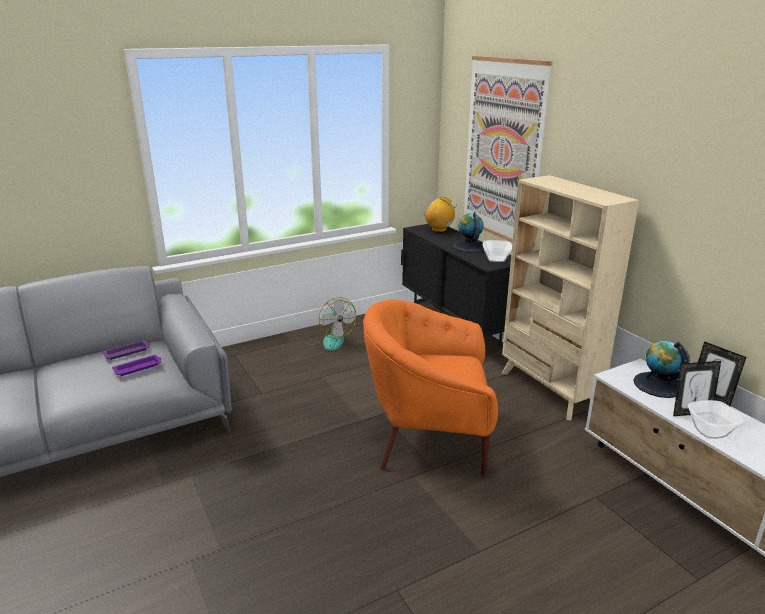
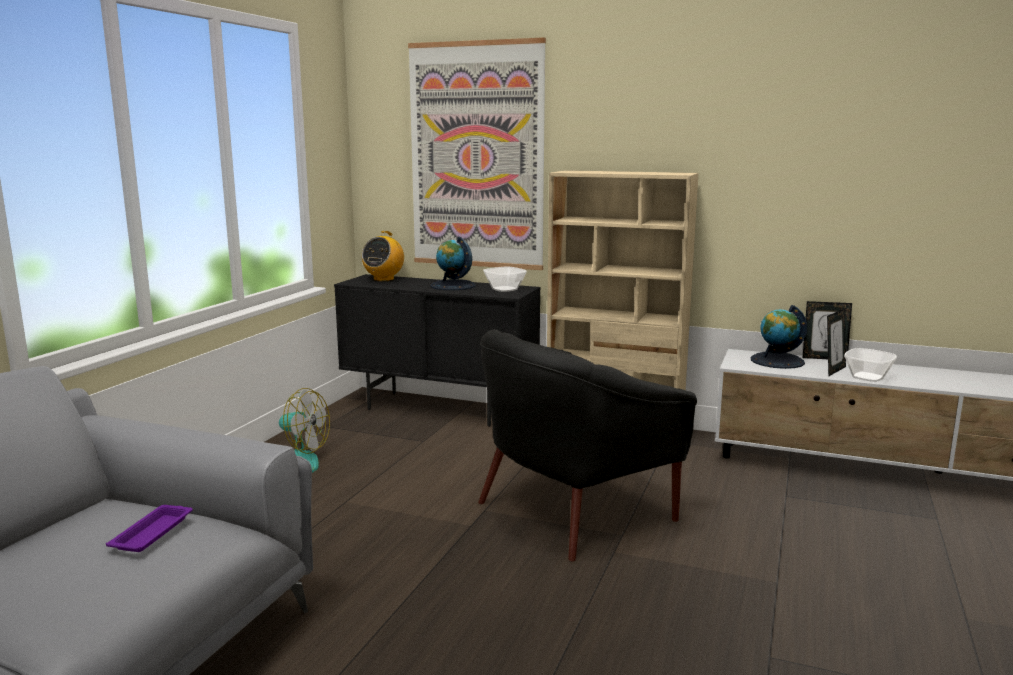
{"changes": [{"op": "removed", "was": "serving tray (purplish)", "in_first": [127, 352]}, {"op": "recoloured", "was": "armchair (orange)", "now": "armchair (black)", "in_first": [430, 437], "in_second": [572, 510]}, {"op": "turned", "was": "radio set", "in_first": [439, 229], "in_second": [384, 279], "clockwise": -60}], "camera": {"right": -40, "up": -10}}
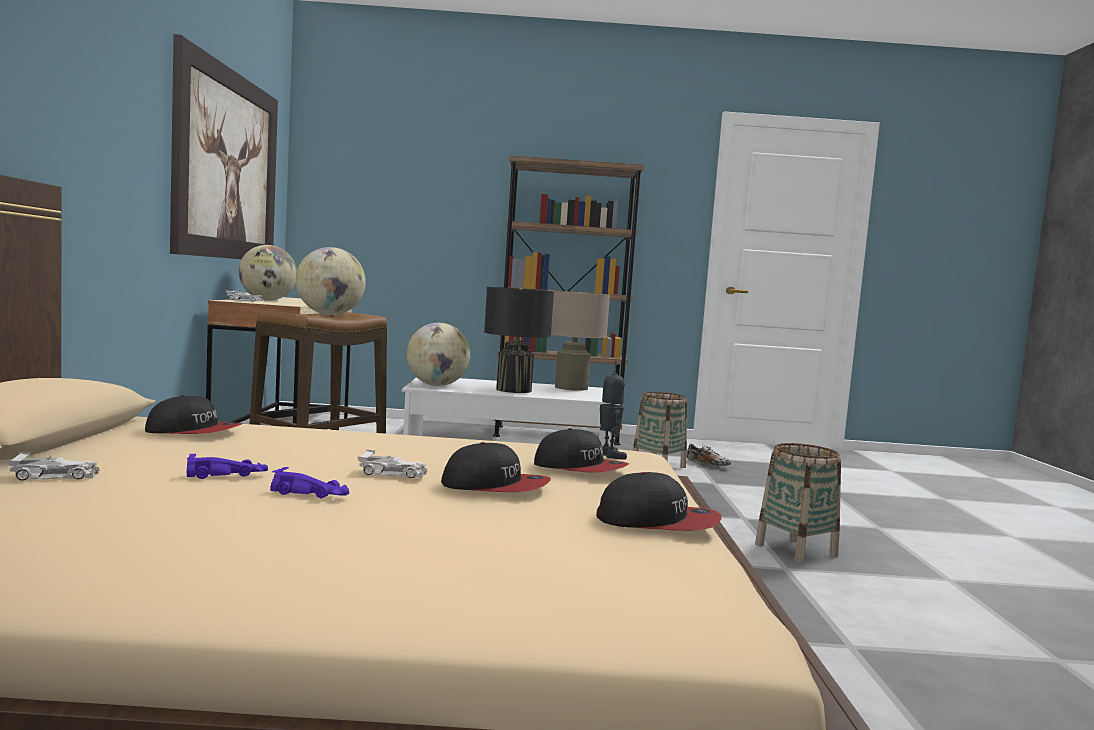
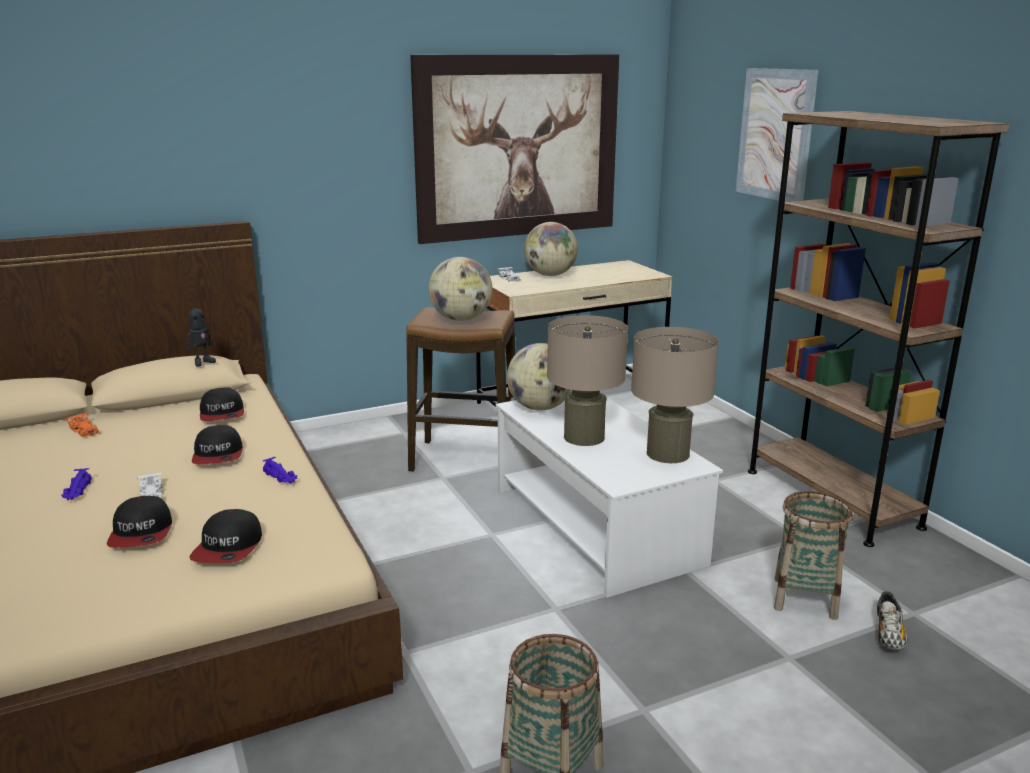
{"changes": [{"op": "recoloured", "was": "miniature car (white)", "now": "miniature car (orange)", "in_first": [56, 476], "in_second": [84, 430]}, {"op": "moved", "was": "miniature car (purplish)", "in_first": [228, 475], "in_second": [281, 477]}, {"op": "recoloured", "was": "table lamp (black)", "now": "table lamp (beige)", "in_first": [513, 390], "in_second": [584, 437]}, {"op": "moved", "was": "cap", "in_first": [658, 522], "in_second": [218, 455]}, {"op": "moved", "was": "robot figure", "in_first": [609, 456], "in_second": [202, 362]}, {"op": "added", "now": "wall picture", "in_second": [775, 134]}], "camera": {"right": 65, "up": 15}}
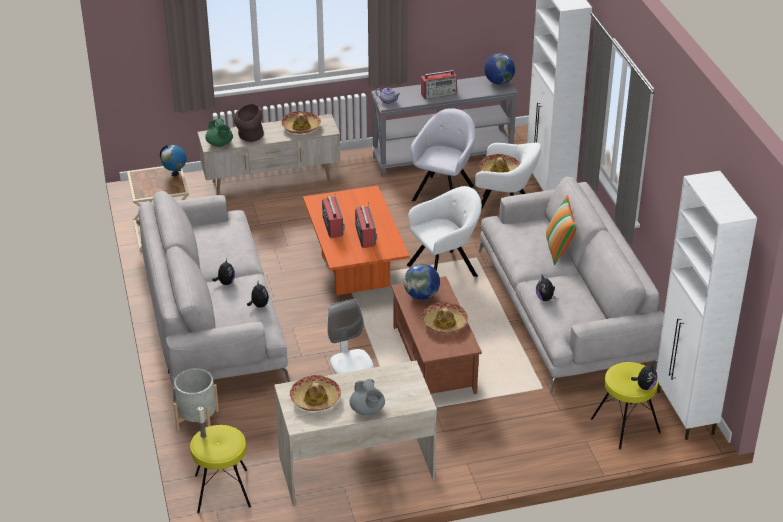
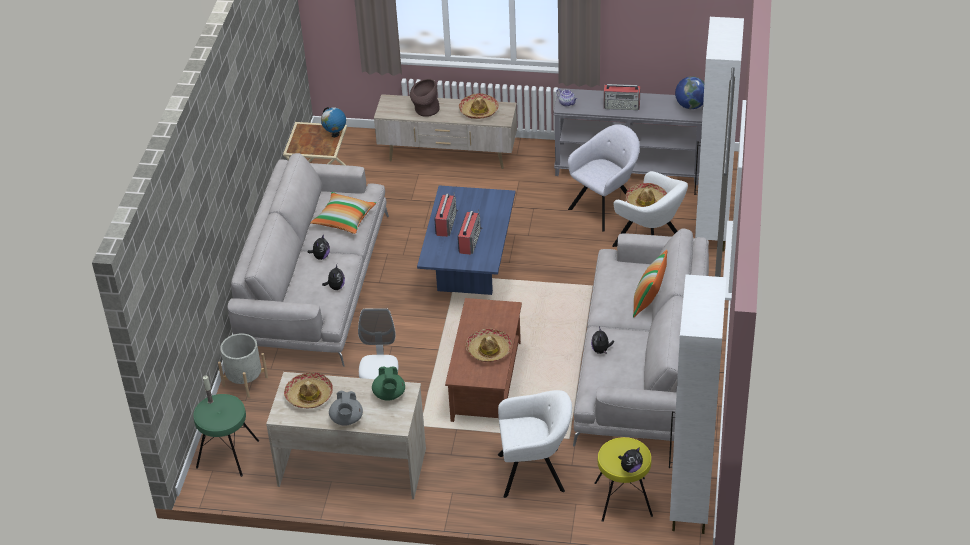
{"changes": [{"op": "recoloured", "was": "stool (yellow)", "now": "stool (green)", "in_first": [222, 490], "in_second": [227, 454]}, {"op": "moved", "was": "tea pot (green)", "in_first": [220, 144], "in_second": [389, 395]}, {"op": "recoloured", "was": "low table (orange)", "now": "low table (blue)", "in_first": [355, 271], "in_second": [469, 270]}, {"op": "removed", "was": "world globe", "in_first": [421, 295]}, {"op": "moved", "was": "armchair (white)", "in_first": [445, 269], "in_second": [534, 472]}, {"op": "added", "now": "pillow", "in_second": [344, 219]}], "camera": {"right": 25, "up": 5}}
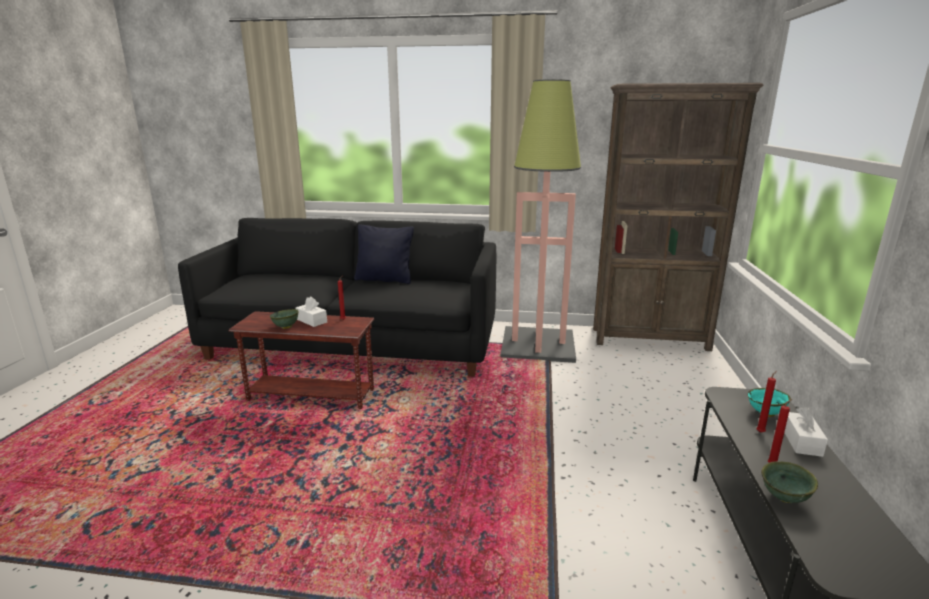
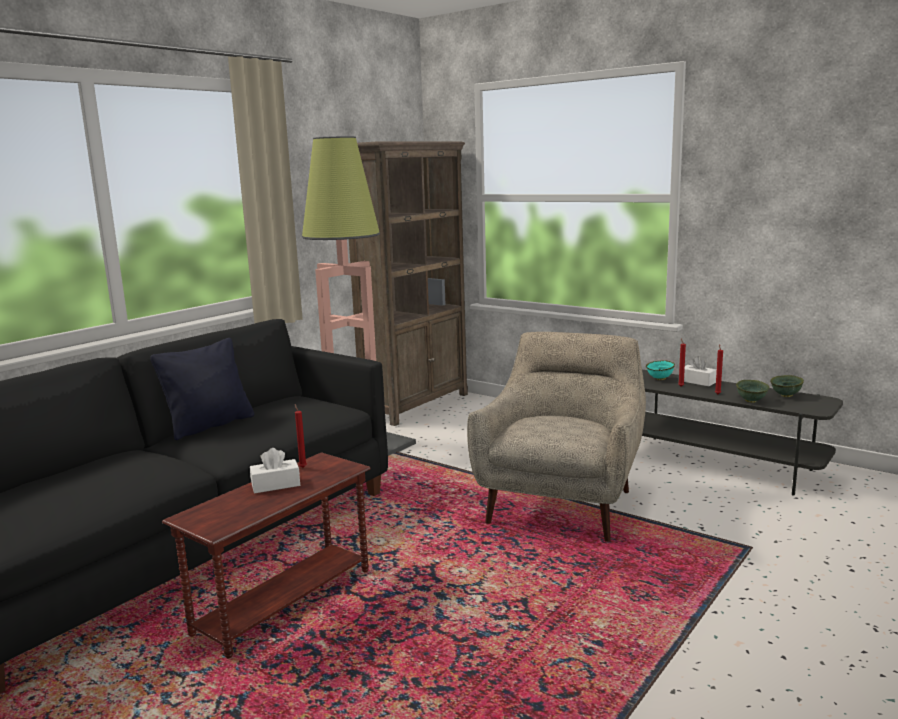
{"changes": [{"op": "moved", "was": "bowl (green)", "in_first": [285, 327], "in_second": [786, 396]}, {"op": "added", "now": "armchair (beige)", "in_second": [562, 503]}], "camera": {"right": -60, "up": -5}}
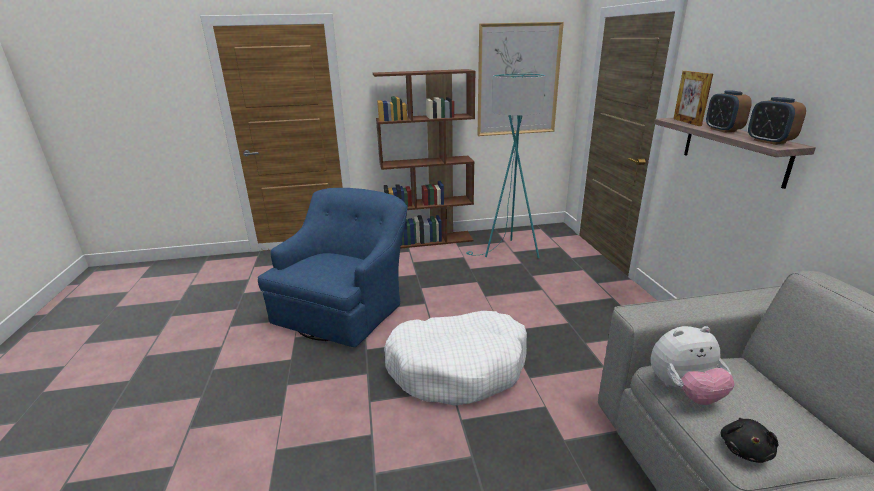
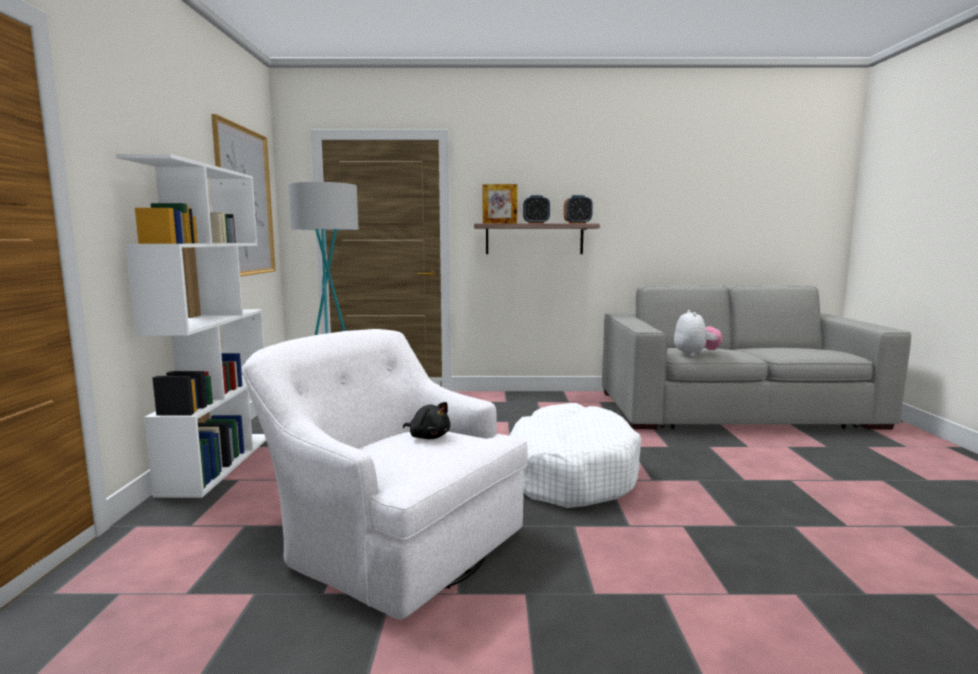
{"changes": [{"op": "recoloured", "was": "armchair (blue)", "now": "armchair (white)", "in_first": [345, 309], "in_second": [392, 541]}, {"op": "recoloured", "was": "shelving unit (brown-coloured)", "now": "shelving unit (white)", "in_first": [429, 240], "in_second": [219, 462]}, {"op": "moved", "was": "cuddly toy (black)", "in_first": [744, 449], "in_second": [428, 437]}], "camera": {"right": -80, "up": -15}}
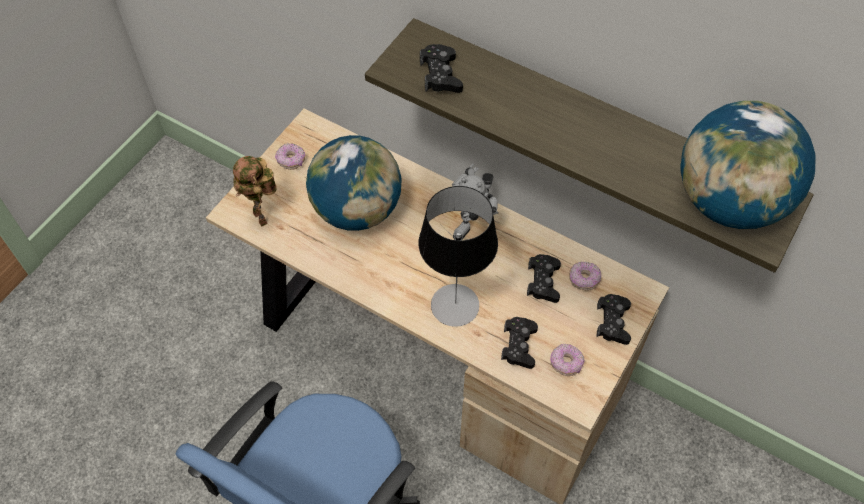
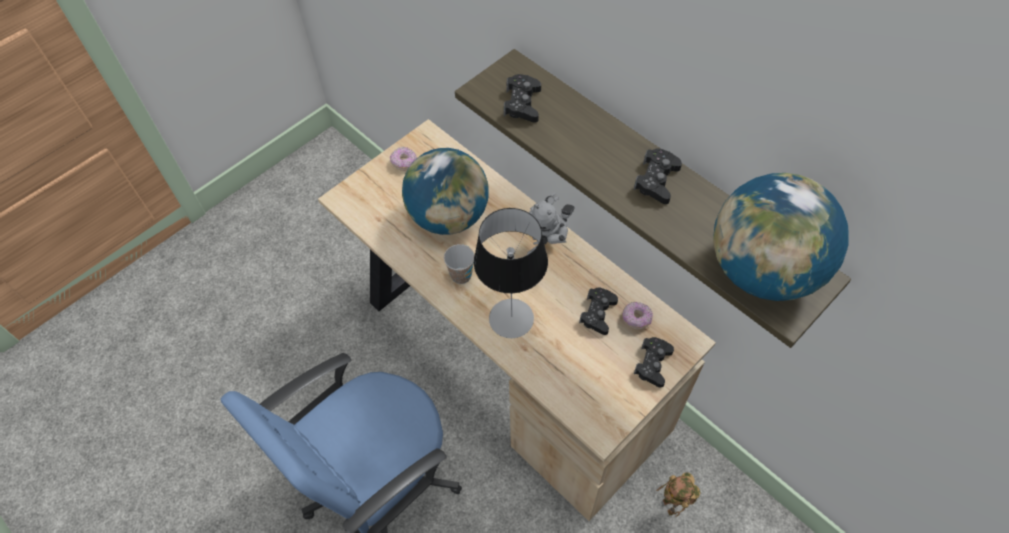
{"changes": [{"op": "moved", "was": "robot figure", "in_first": [263, 218], "in_second": [671, 507]}, {"op": "moved", "was": "gamepad (black)", "in_first": [519, 345], "in_second": [656, 180]}, {"op": "removed", "was": "ring doughnut", "in_first": [566, 363]}, {"op": "added", "now": "drinking cup", "in_second": [461, 275]}], "camera": {"right": 15, "up": 0}}
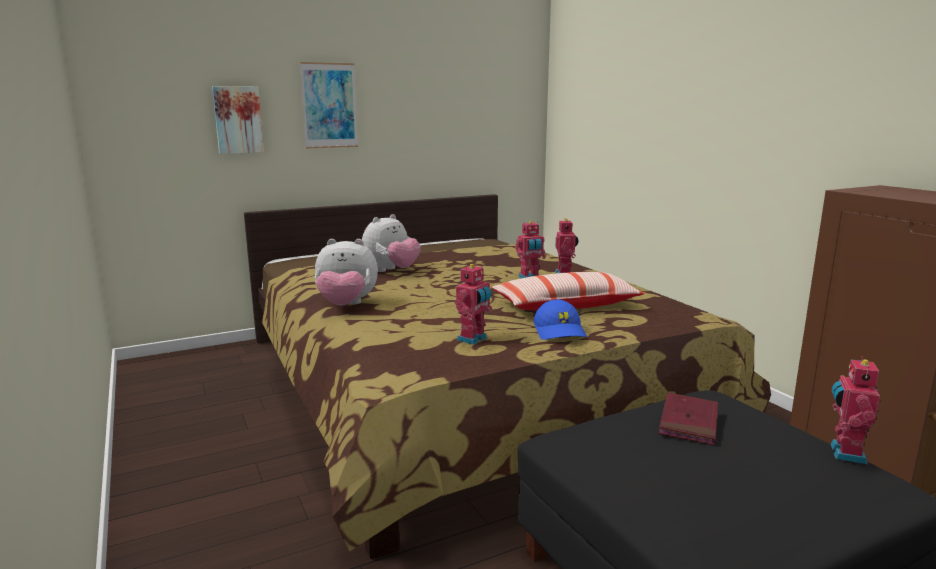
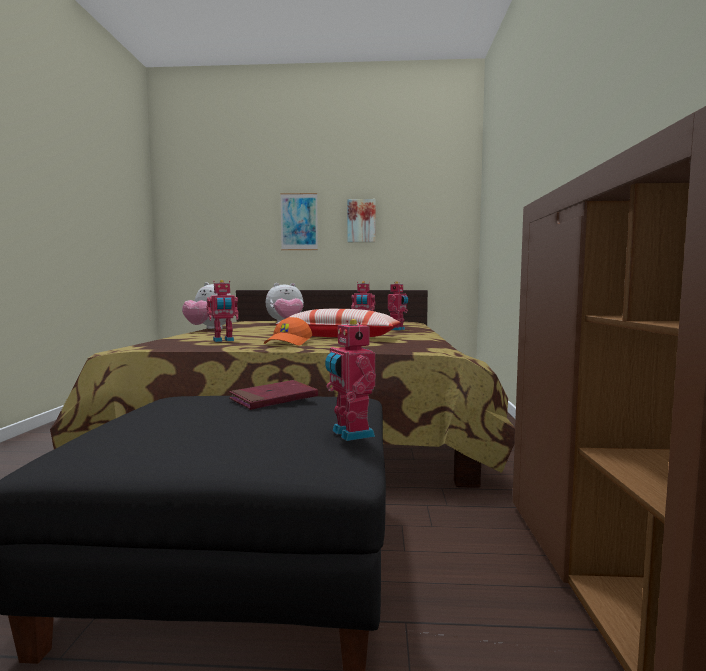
{"changes": [{"op": "moved", "was": "wall picture", "in_first": [238, 120], "in_second": [361, 221]}, {"op": "recoloured", "was": "cap (blue)", "now": "cap (orange)", "in_first": [560, 332], "in_second": [289, 343]}, {"op": "turned", "was": "robot figure", "in_first": [845, 453], "in_second": [350, 434], "clockwise": -75}], "camera": {"right": 30, "up": -10}}
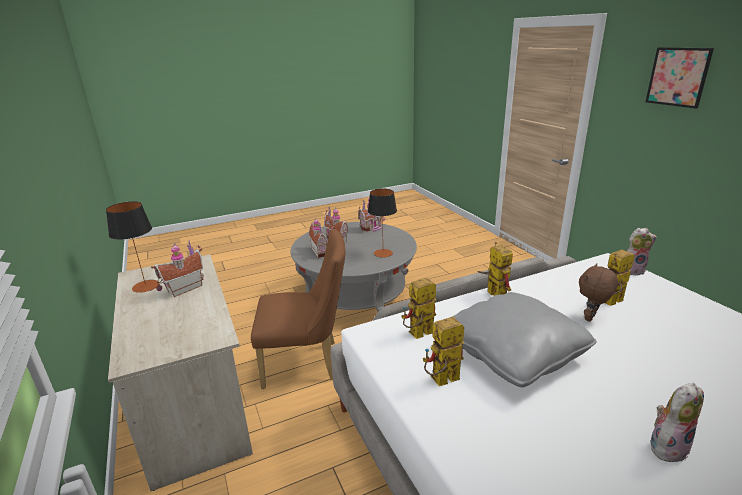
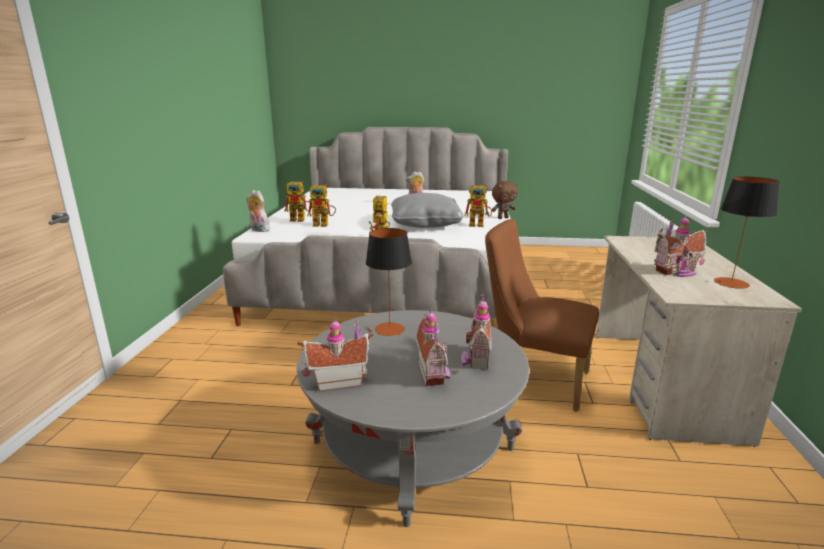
{"changes": [{"op": "moved", "was": "robot figure", "in_first": [418, 335], "in_second": [301, 220]}, {"op": "moved", "was": "cuddly toy (brown-coloured)", "in_first": [591, 318], "in_second": [503, 218]}, {"op": "removed", "was": "wall picture", "in_first": [677, 77]}], "camera": {"right": -150, "up": -5}}
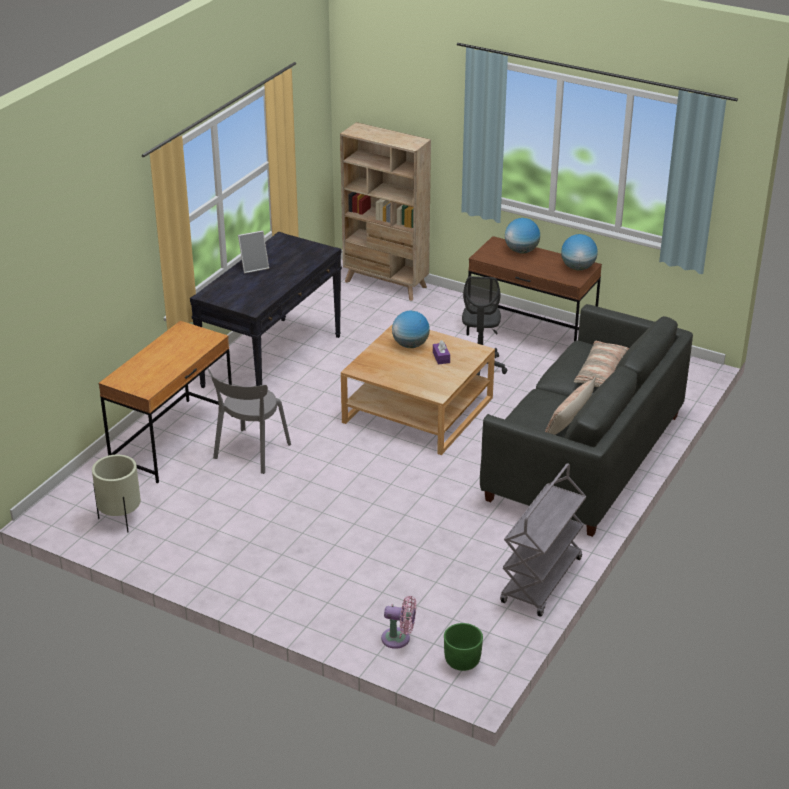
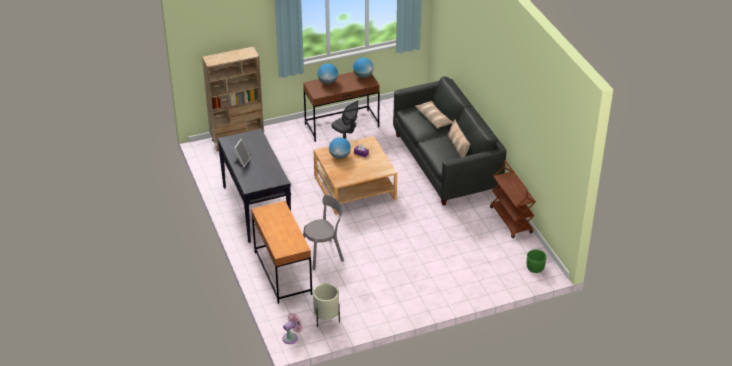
{"changes": [{"op": "turned", "was": "chair (grey)", "in_first": [250, 453], "in_second": [324, 254], "clockwise": -90}, {"op": "moved", "was": "cooling fan (pinkish)", "in_first": [399, 639], "in_second": [291, 337]}, {"op": "recoloured", "was": "wheeled cart (grey)", "now": "wheeled cart (brown-coloured)", "in_first": [542, 581], "in_second": [511, 220]}], "camera": {"right": -50, "up": 5}}
